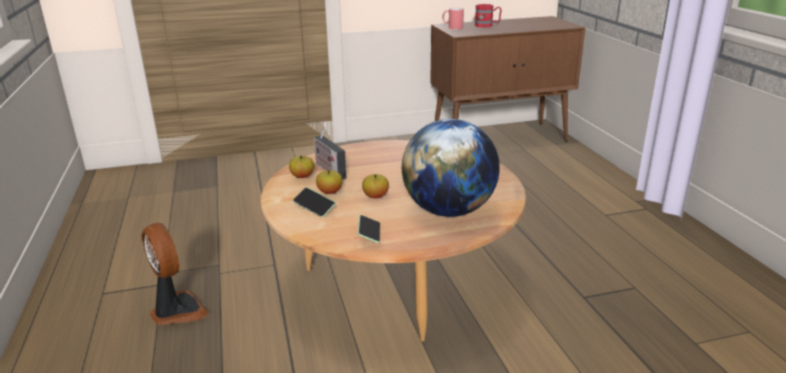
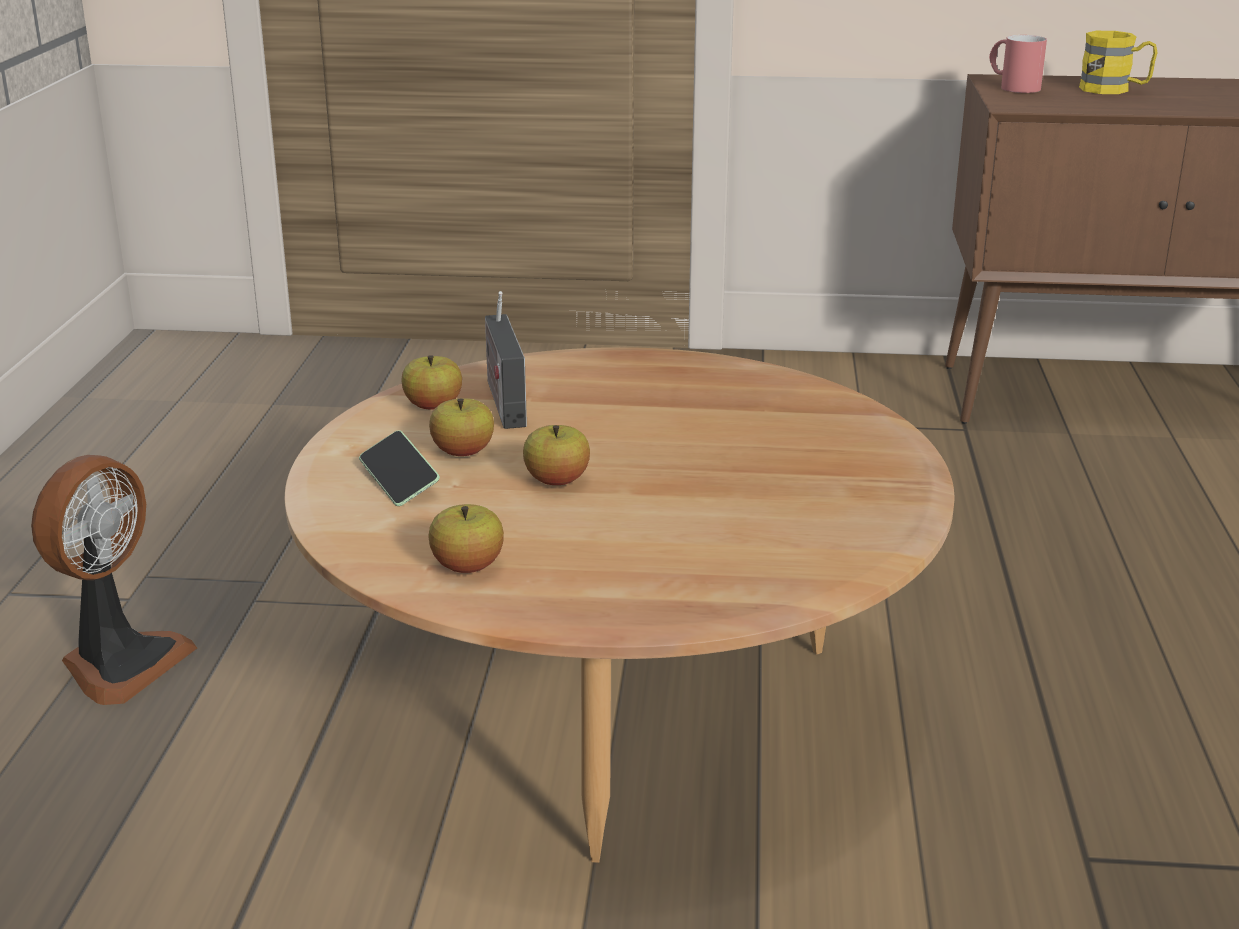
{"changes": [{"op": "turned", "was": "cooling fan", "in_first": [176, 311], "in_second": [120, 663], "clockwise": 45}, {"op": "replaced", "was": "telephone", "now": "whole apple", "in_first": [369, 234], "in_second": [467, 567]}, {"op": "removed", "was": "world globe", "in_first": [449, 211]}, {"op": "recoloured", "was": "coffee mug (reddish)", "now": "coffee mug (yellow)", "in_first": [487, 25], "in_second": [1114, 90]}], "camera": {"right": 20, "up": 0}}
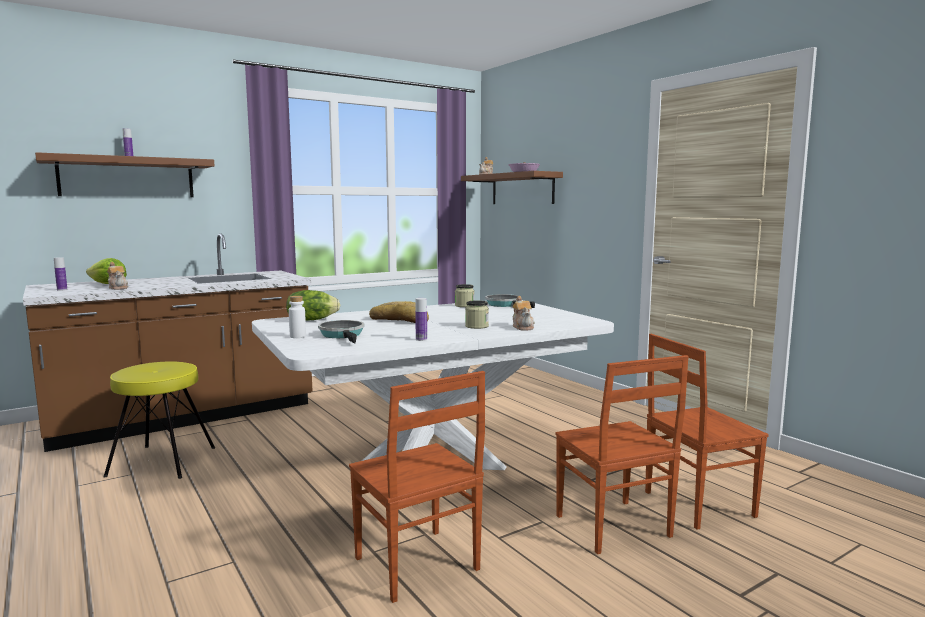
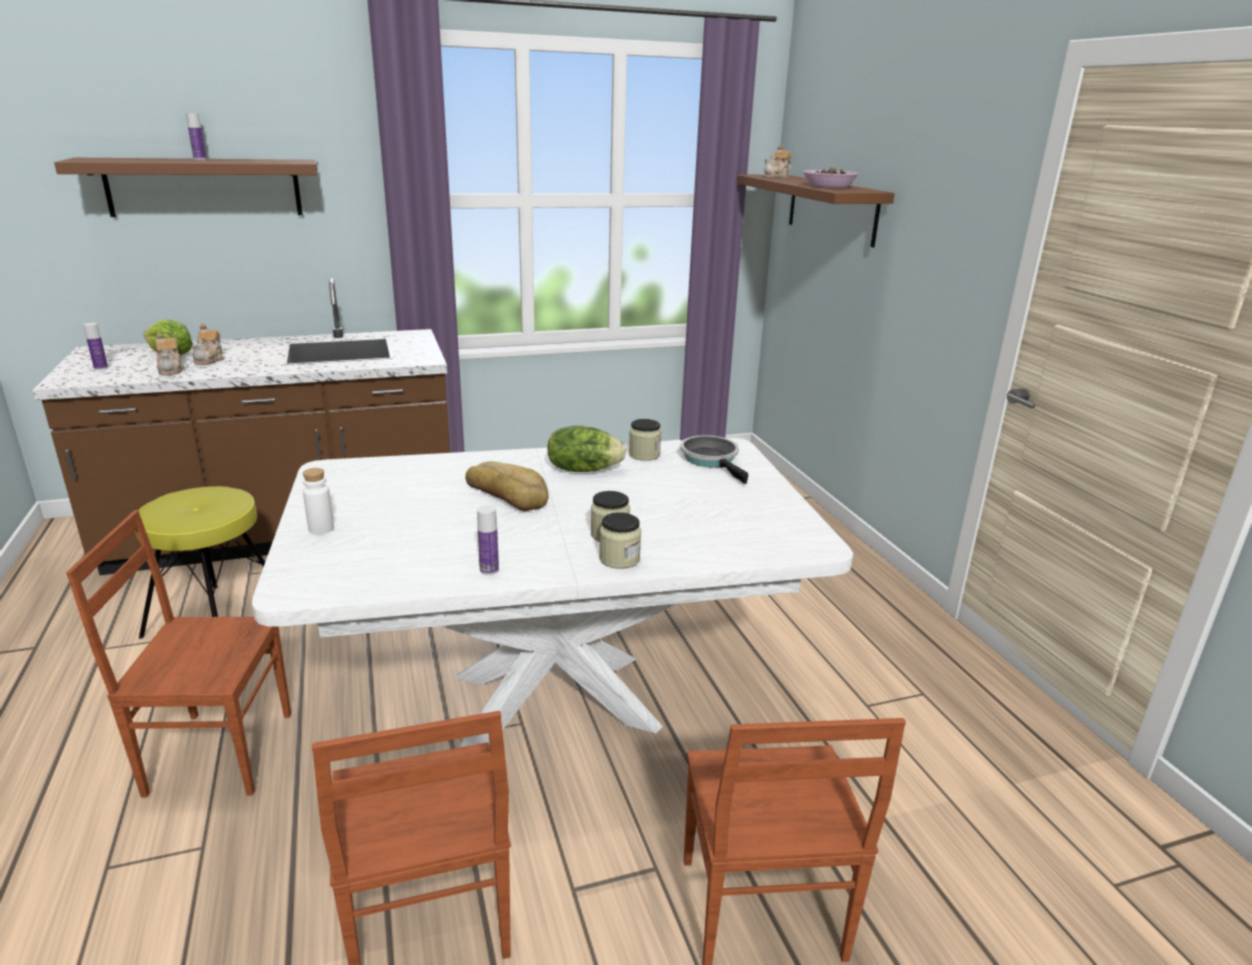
{"changes": [{"op": "moved", "was": "lettuce", "in_first": [311, 320], "in_second": [583, 469]}, {"op": "removed", "was": "skillet", "in_first": [343, 335]}, {"op": "moved", "was": "tea pot", "in_first": [523, 327], "in_second": [210, 360]}, {"op": "moved", "was": "chair (brown-coloured)", "in_first": [696, 503], "in_second": [219, 751]}, {"op": "added", "now": "storage jar", "in_second": [619, 559]}], "camera": {"right": 15, "up": 15}}
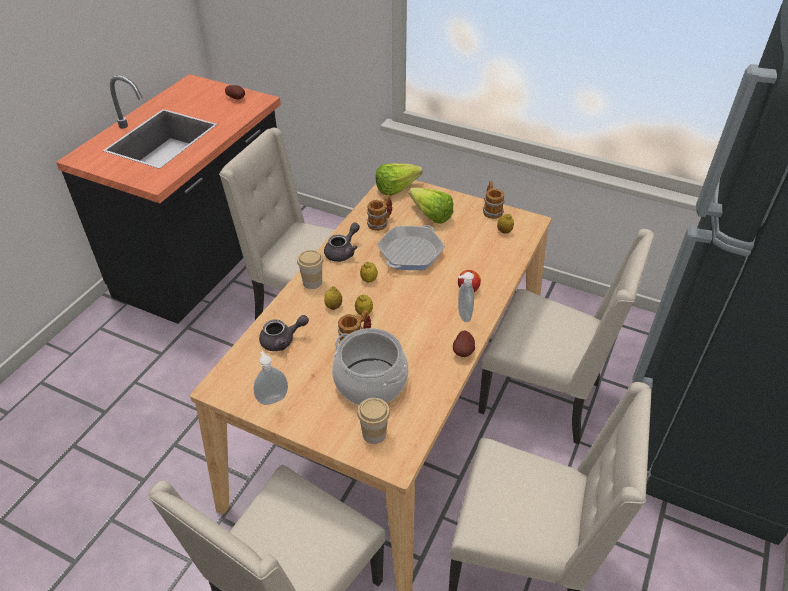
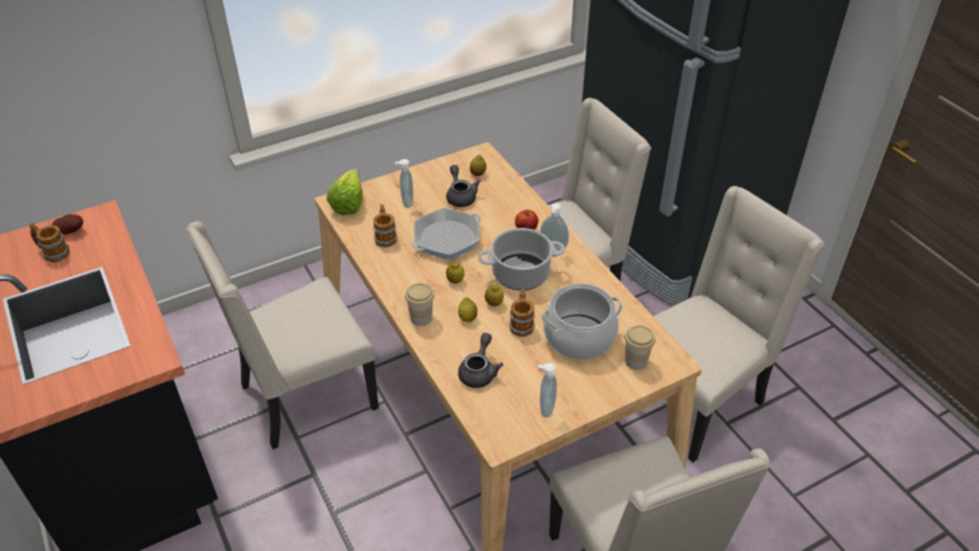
{"changes": [{"op": "moved", "was": "tea pot (grey)", "in_first": [343, 252], "in_second": [460, 196]}, {"op": "turned", "was": "skillet", "in_first": [410, 253], "in_second": [447, 239], "clockwise": -105}, {"op": "replaced", "was": "lettuce", "now": "liquid soap bottle", "in_first": [428, 213], "in_second": [406, 202]}, {"op": "removed", "was": "whole potato", "in_first": [464, 352]}, {"op": "moved", "was": "coffee mug", "in_first": [491, 210], "in_second": [53, 252]}, {"op": "added", "now": "saucepot", "in_second": [520, 274]}], "camera": {"right": -55, "up": 0}}
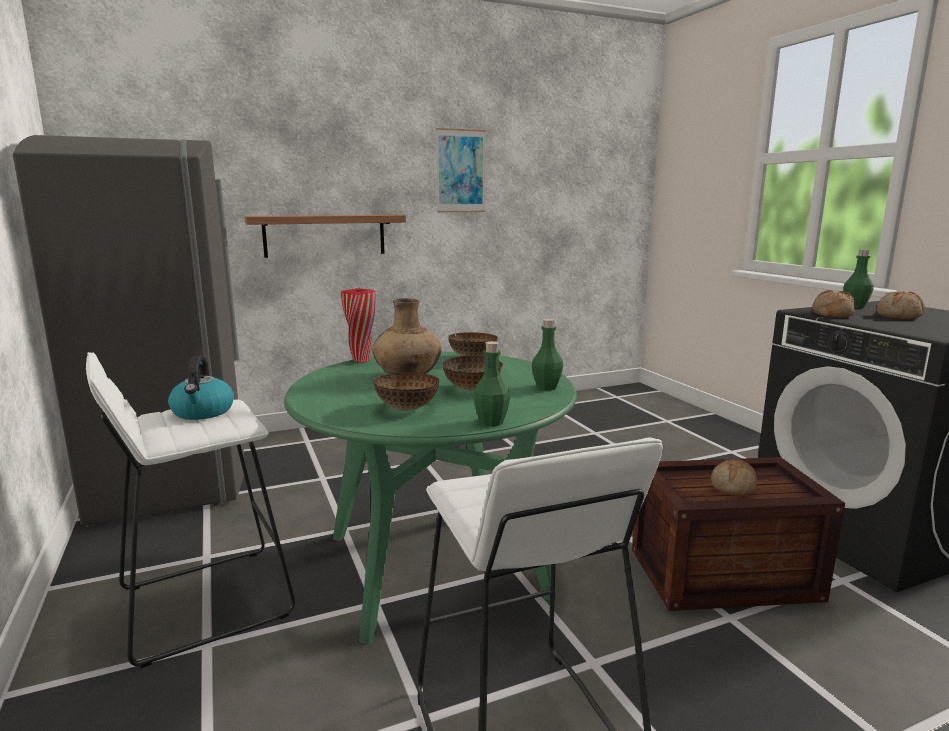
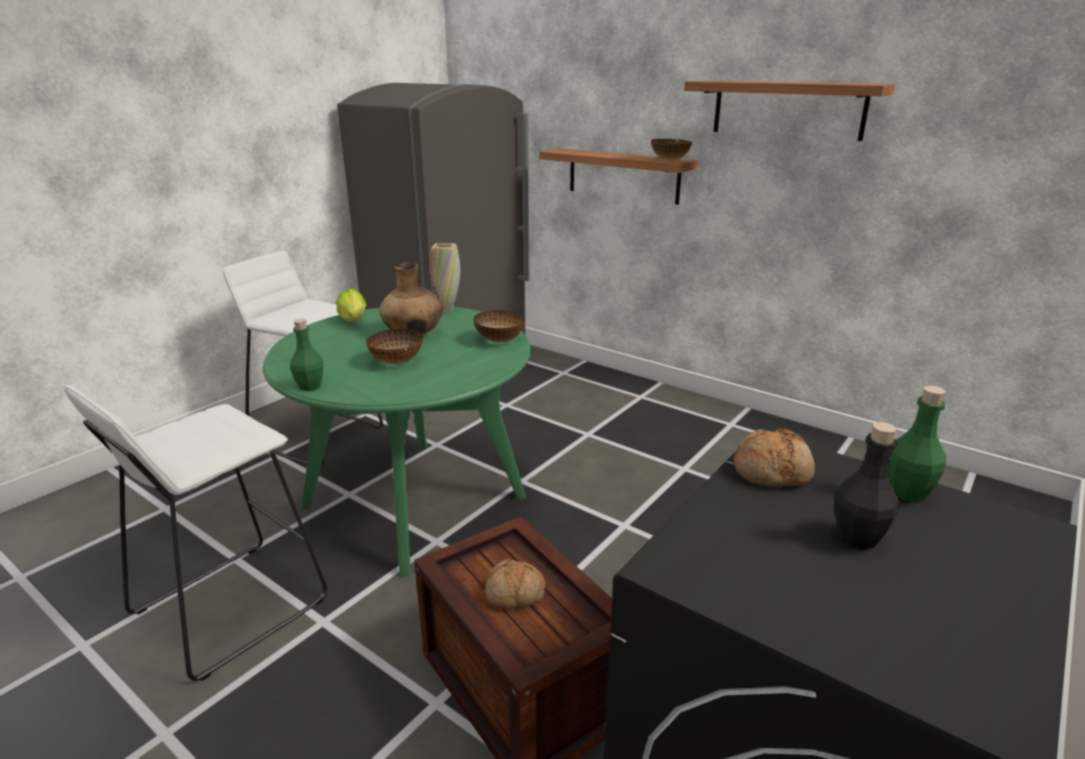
{"changes": [{"op": "removed", "was": "kettle", "in_first": [203, 412]}, {"op": "recoloured", "was": "decorative vase (reddish)", "now": "decorative vase (beige)", "in_first": [361, 360], "in_second": [447, 309]}, {"op": "moved", "was": "bowl", "in_first": [408, 408], "in_second": [670, 160]}, {"op": "replaced", "was": "wall picture", "now": "wall shelf", "in_first": [460, 171], "in_second": [787, 109]}, {"op": "removed", "was": "bottle (green)", "in_first": [546, 387]}, {"op": "replaced", "was": "bread", "now": "bottle (black)", "in_first": [900, 316], "in_second": [858, 538]}, {"op": "added", "now": "lettuce", "in_second": [354, 321]}], "camera": {"right": 60, "up": 10}}
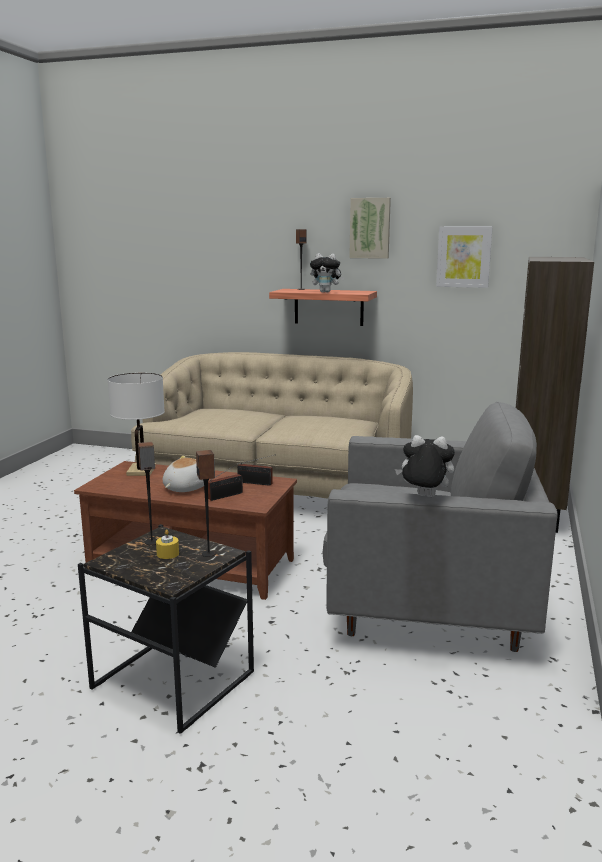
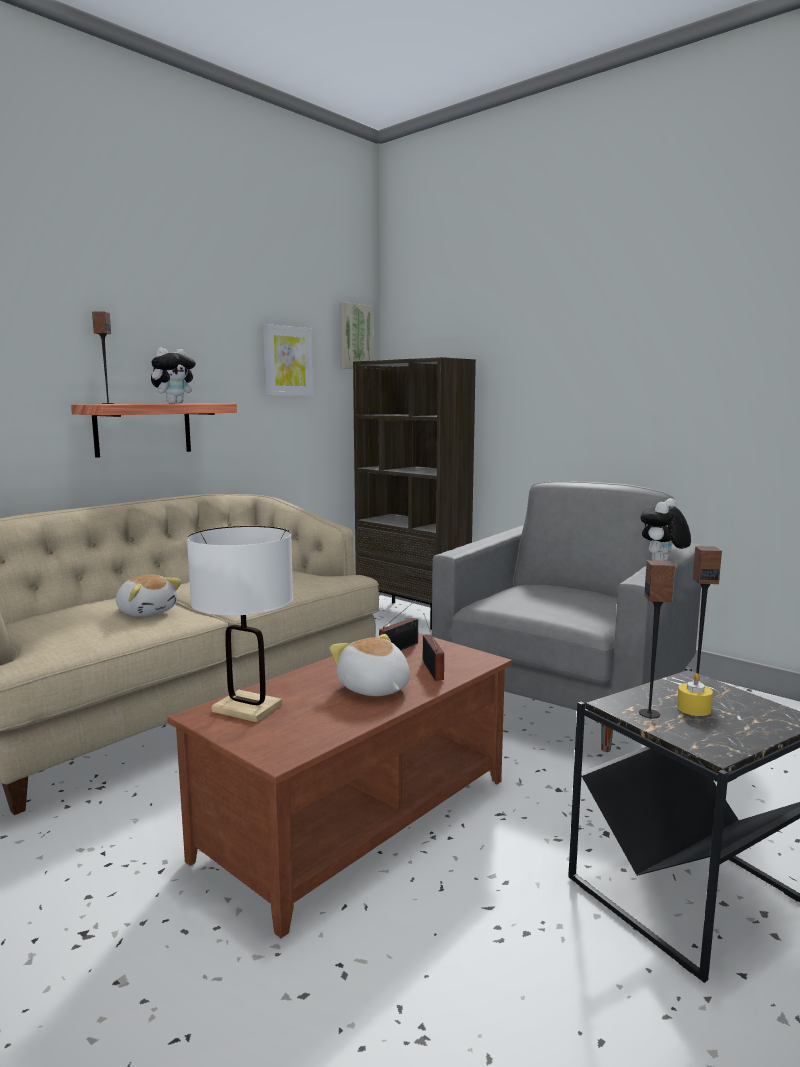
{"changes": [{"op": "moved", "was": "wall picture", "in_first": [370, 228], "in_second": [354, 337]}, {"op": "added", "now": "cuddly toy", "in_second": [147, 612]}], "camera": {"right": -65, "up": -5}}
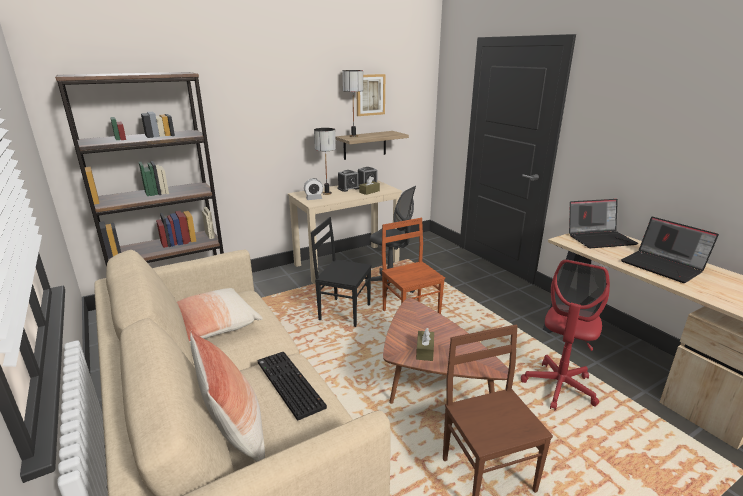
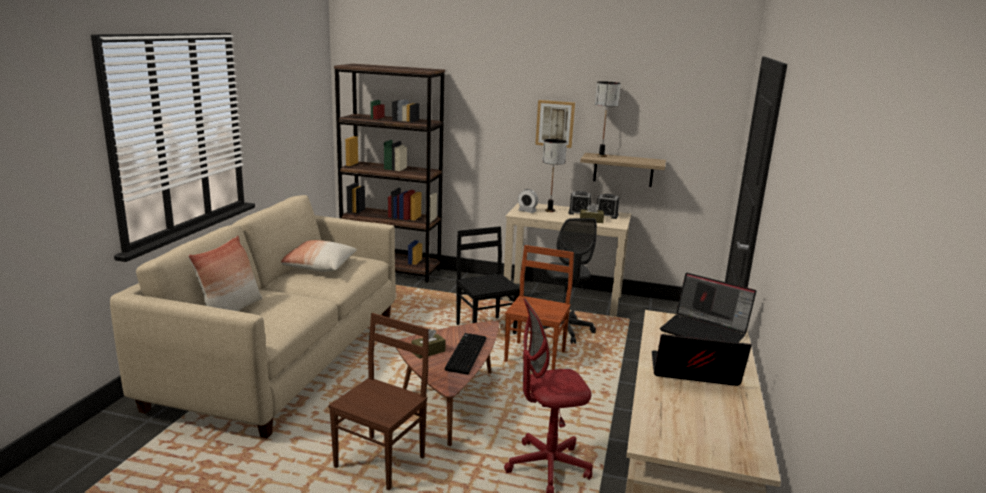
{"changes": [{"op": "moved", "was": "keyboard", "in_first": [288, 384], "in_second": [465, 353]}, {"op": "moved", "was": "wall picture", "in_first": [370, 95], "in_second": [555, 123]}, {"op": "turned", "was": "notebook computer", "in_first": [663, 266], "in_second": [692, 373], "clockwise": 90}], "camera": {"right": 45, "up": -5}}
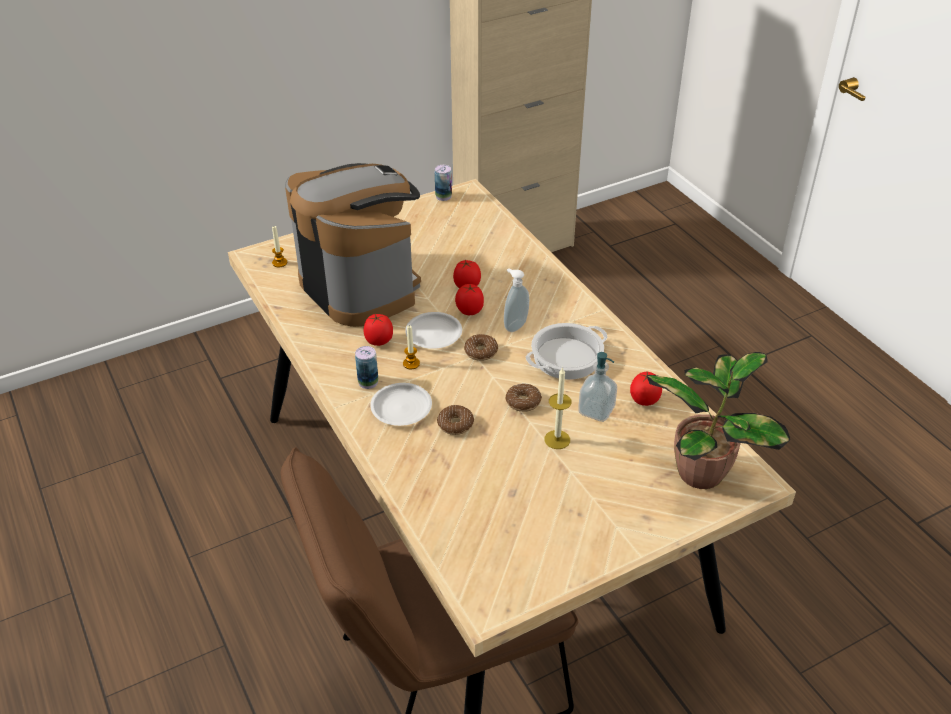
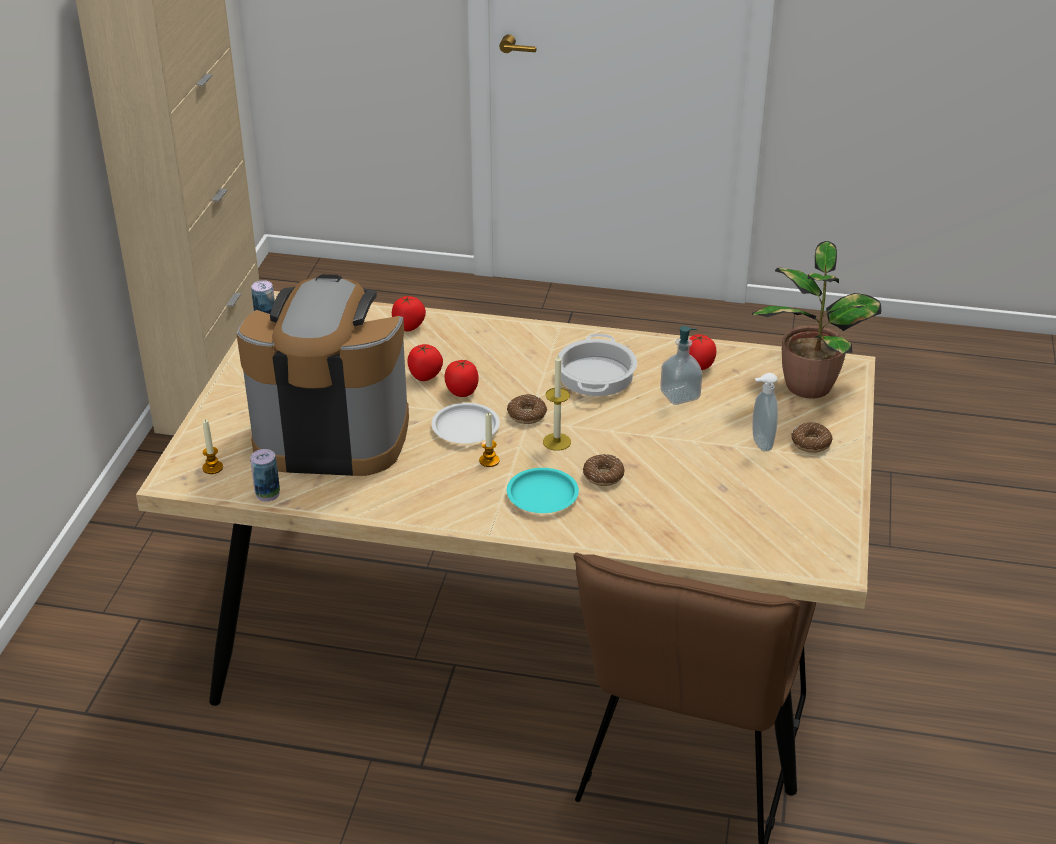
{"changes": [{"op": "moved", "was": "can", "in_first": [368, 382], "in_second": [267, 494]}, {"op": "moved", "was": "whole tomato", "in_first": [379, 341], "in_second": [409, 327]}, {"op": "recoloured", "was": "dinner plate (white)", "now": "dinner plate (blue-green)", "in_first": [401, 407], "in_second": [542, 495]}, {"op": "moved", "was": "liquid soap bottle", "in_first": [514, 325], "in_second": [760, 443]}, {"op": "moved", "was": "ring doughnut", "in_first": [523, 402], "in_second": [811, 443]}, {"op": "moved", "was": "candle", "in_first": [557, 439], "in_second": [557, 442]}], "camera": {"right": -50, "up": -5}}
